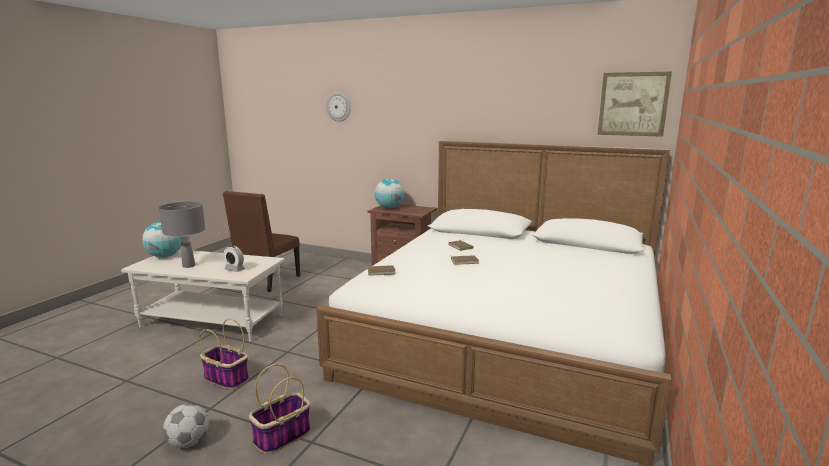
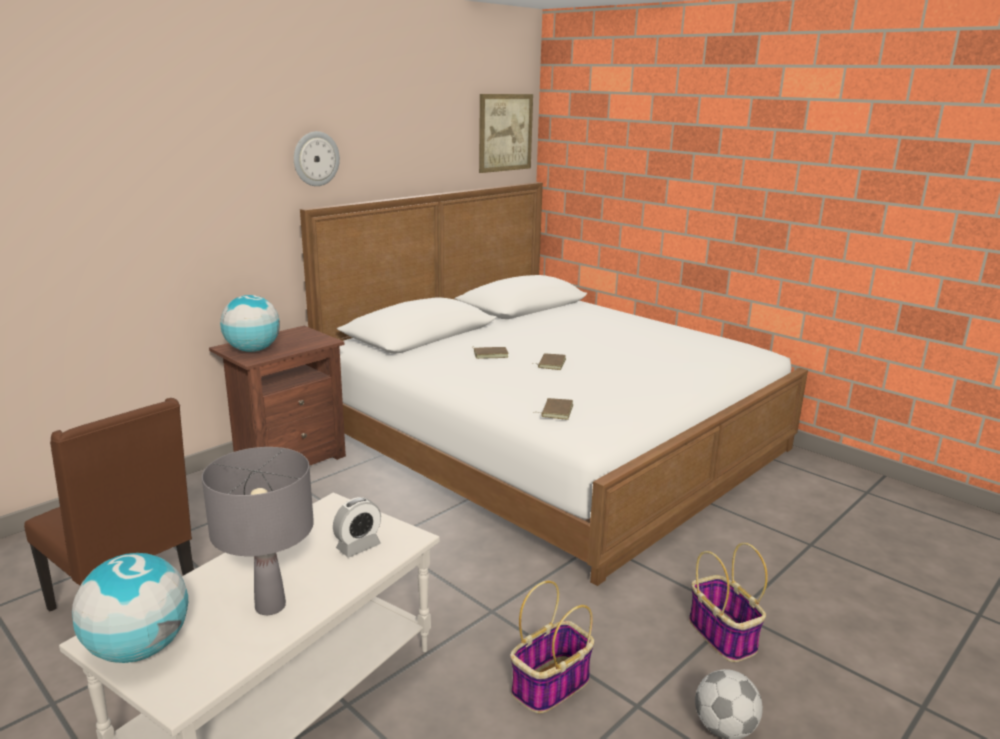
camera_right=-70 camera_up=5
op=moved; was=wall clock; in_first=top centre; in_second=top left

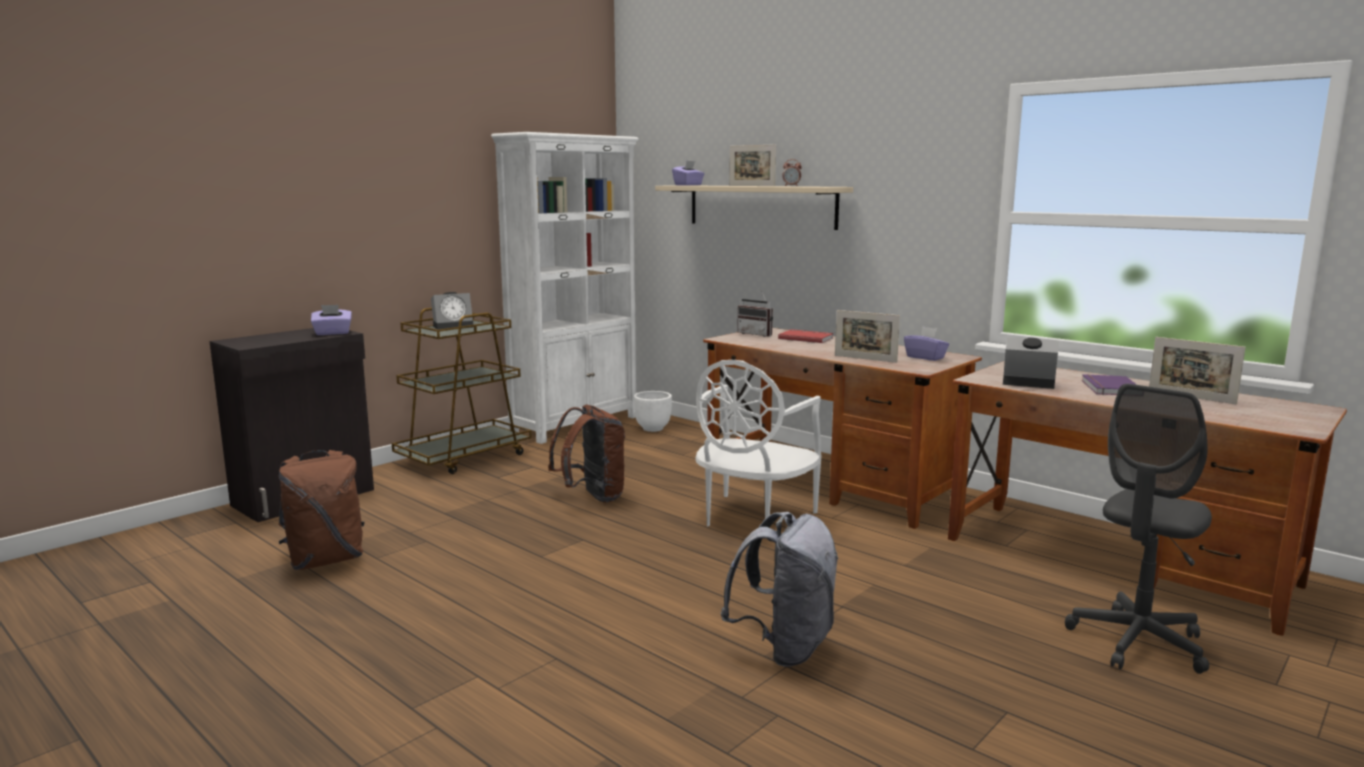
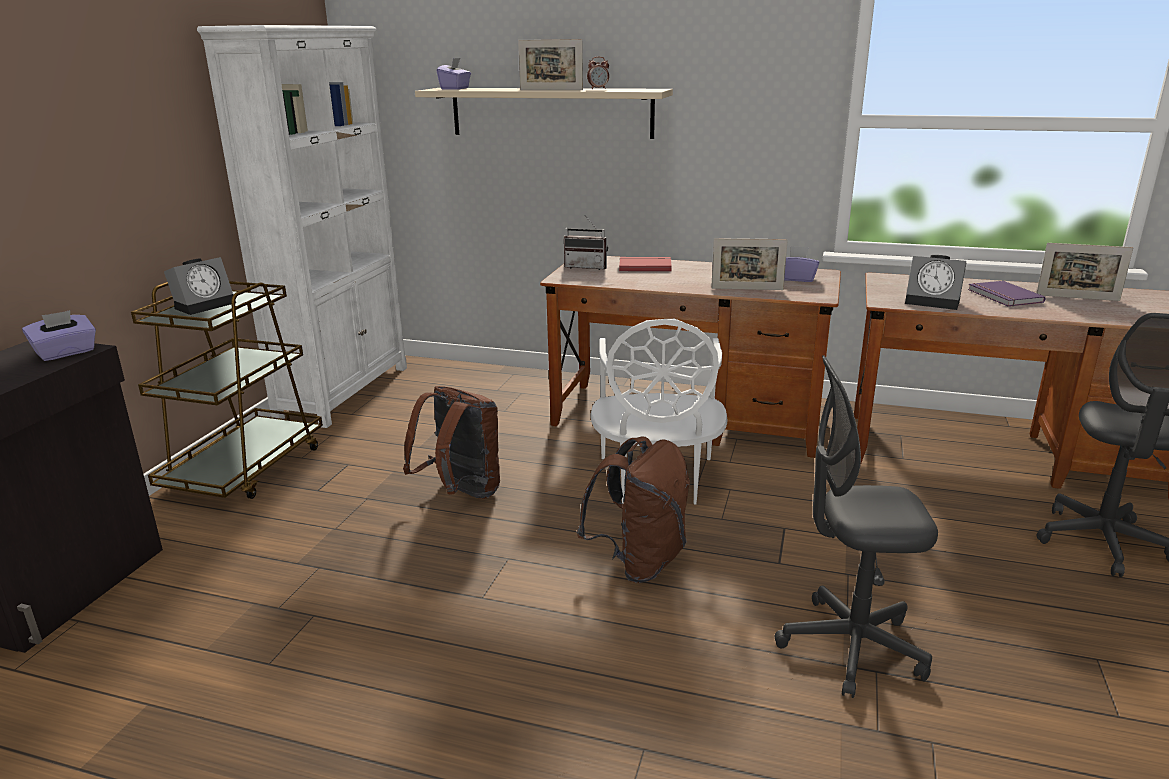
camera_right=-25 camera_up=10
op=turned; was=alarm clock (3rd from left); in_first=middle right; in_second=middle right; clockwise=-150
op=removed; was=white planter; in_first=centre
op=moved; was=brown backpack (1st from left in the first image); now=brown backpack (2nd from left); in_first=middle left; in_second=centre
op=replaced; was=grey backpack; now=grey office chair (1st from left); in_first=bottom centre; in_second=bottom right

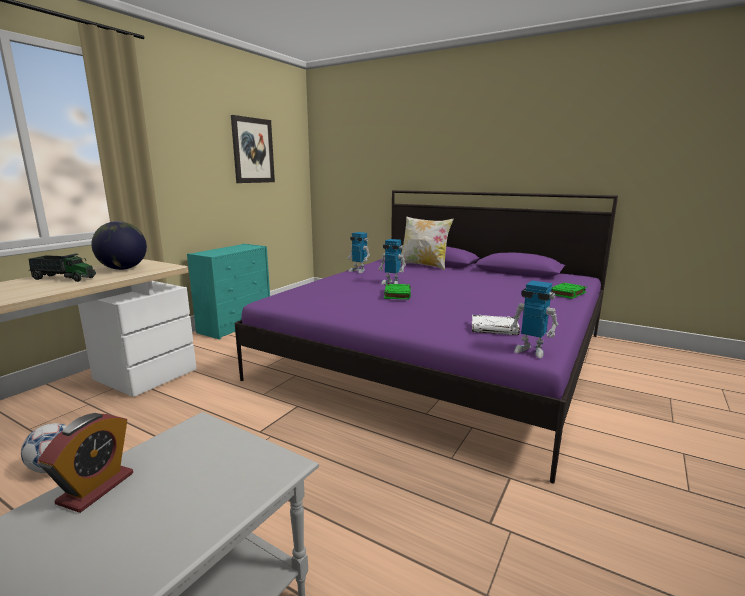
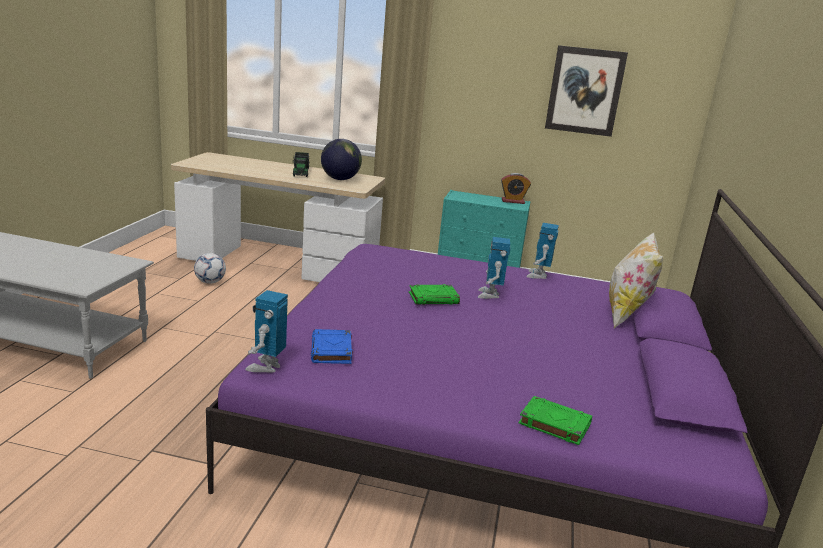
camera_right=70 camera_up=5
op=recoloured; was=white book; now=blue book; in_first=centre; in_second=centre
op=moved; was=alarm clock; in_first=bottom left; in_second=centre

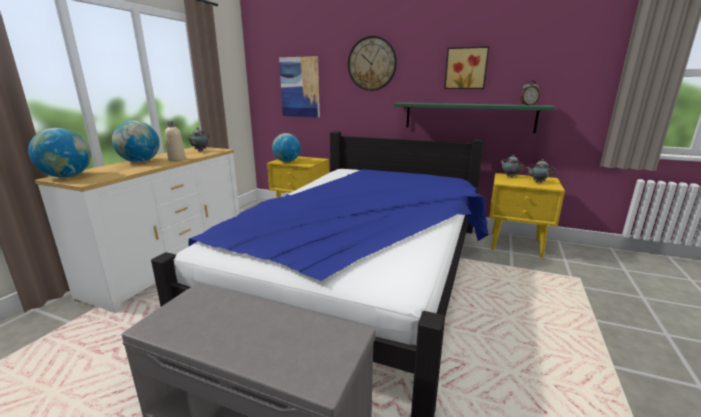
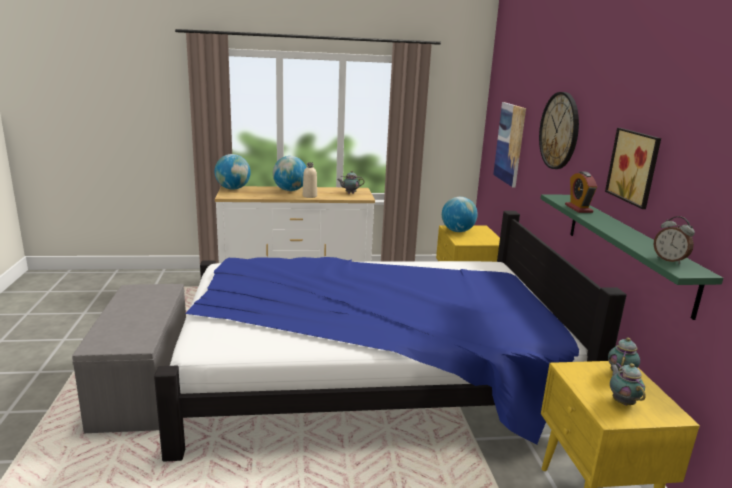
camera_right=60 camera_up=0
op=added; now=alarm clock (1st from left); in_second=middle right

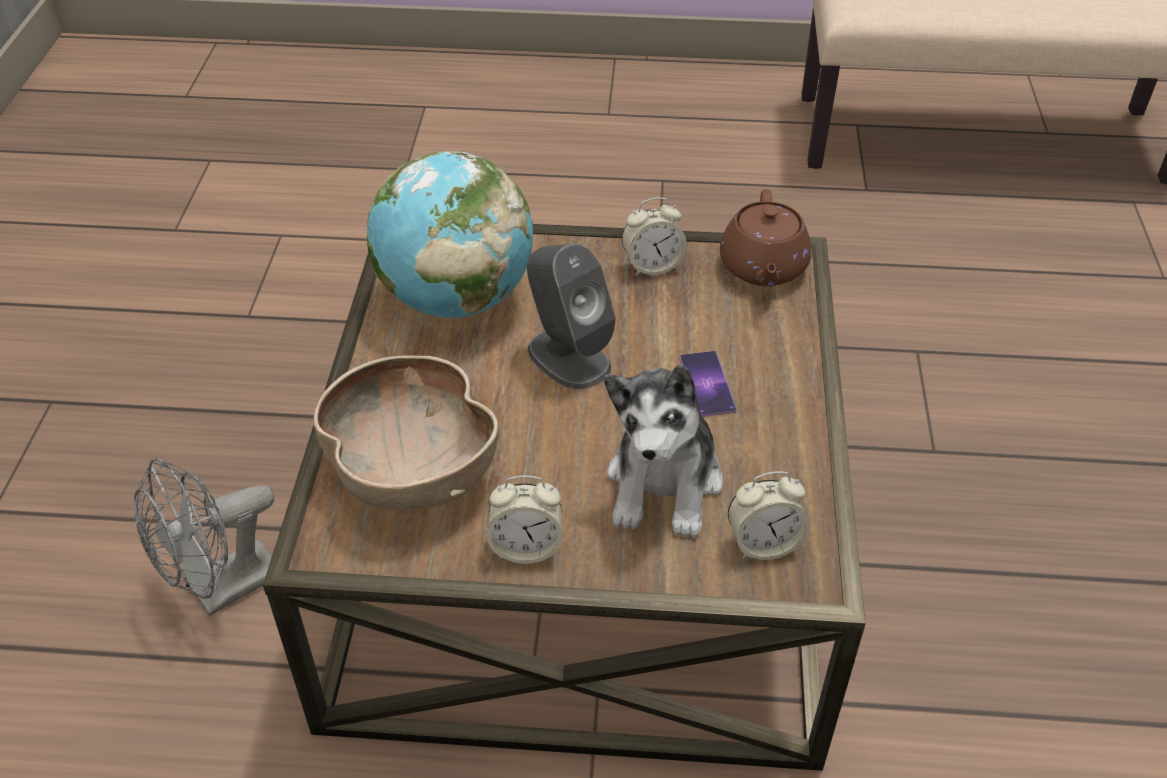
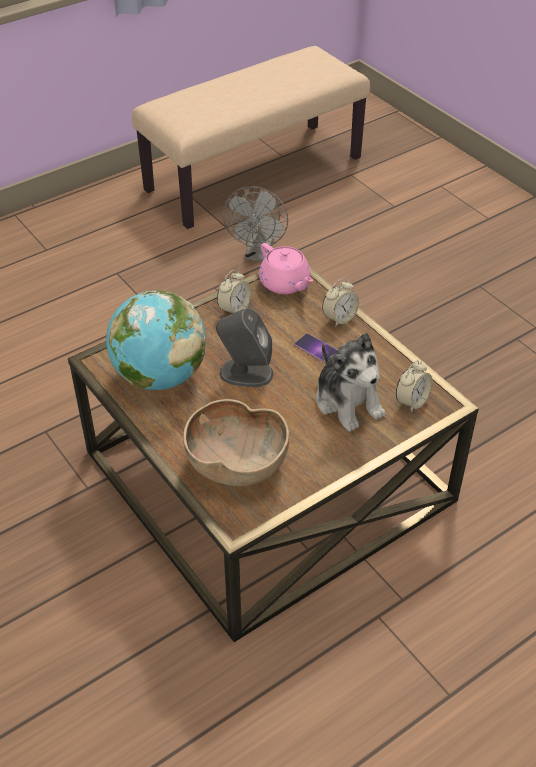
camera_right=-40 camera_up=0
op=recoloured; was=brown teapot; now=pink teapot; in_first=top centre; in_second=centre
op=moved; was=grey fan; in_first=bottom left; in_second=top centre
op=moved; was=alarm clock (1st from left in the first image); now=alarm clock (2nd from left); in_first=bottom centre; in_second=centre

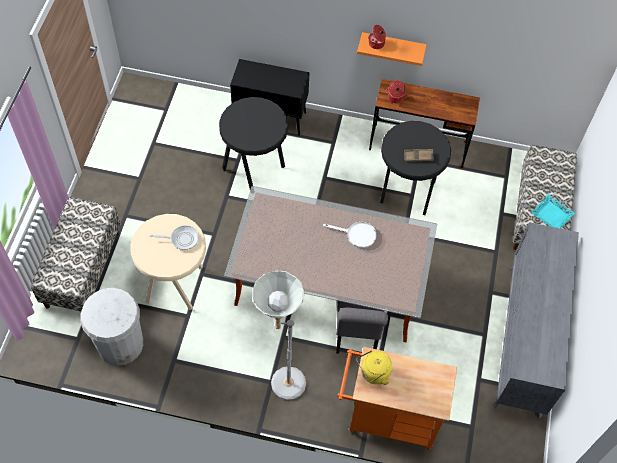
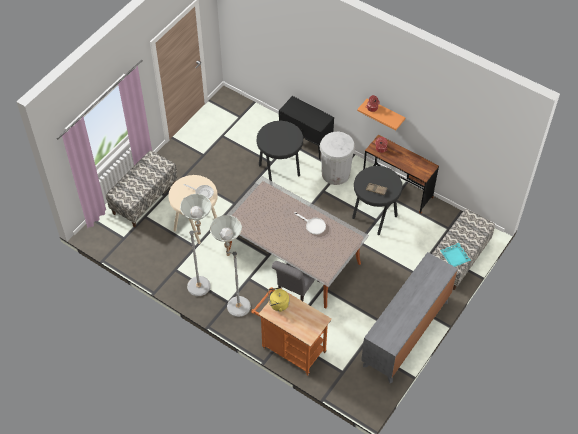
camera_right=25 camera_up=-5
op=moved; was=white trash can; in_first=bottom left; in_second=centre
op=added; now=grey floor lamp (1st from left); in_second=centre

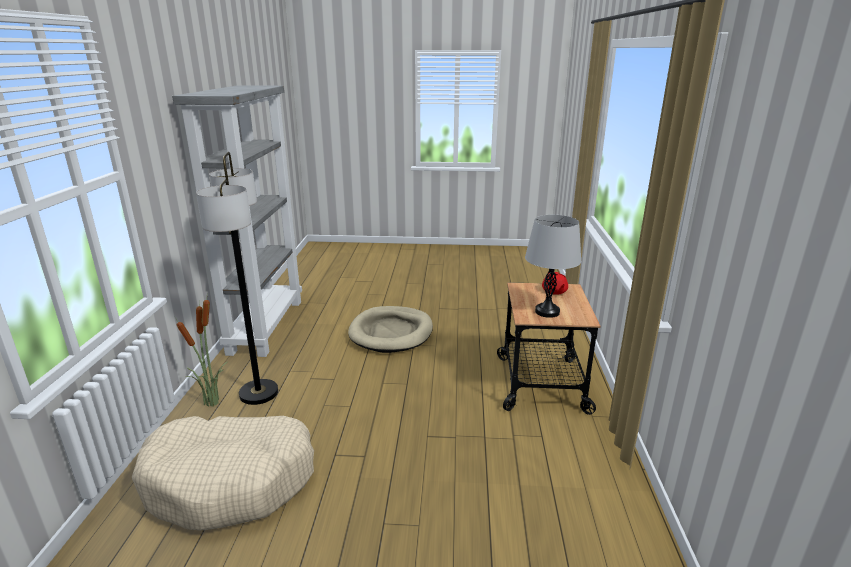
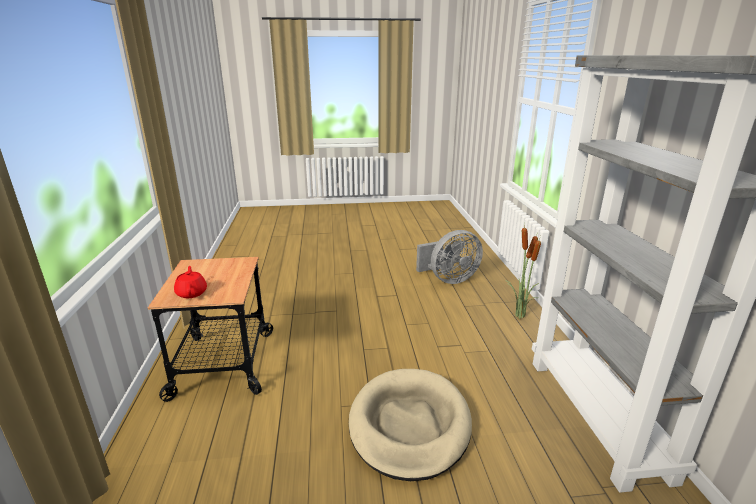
camera_right=170 camera_up=0
op=removed; was=floor lamp; in_first=middle left
op=removed; was=grey table lamp; in_first=centre
op=replaced; was=beige dog bed (1st from left); now=grey fan; in_first=bottom left; in_second=centre

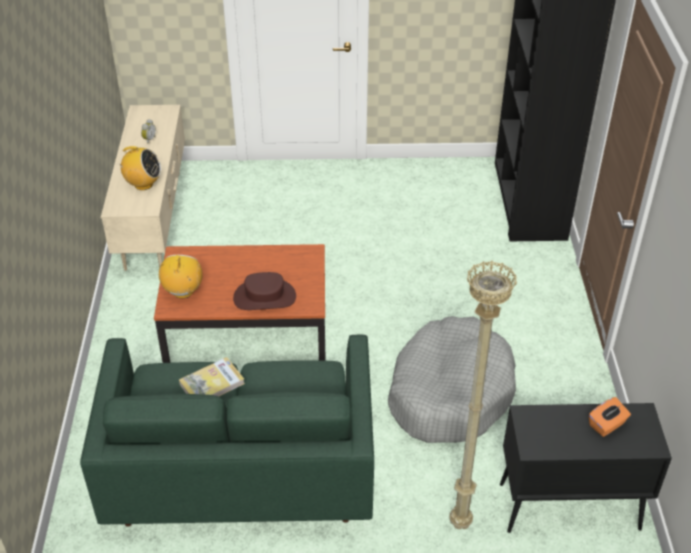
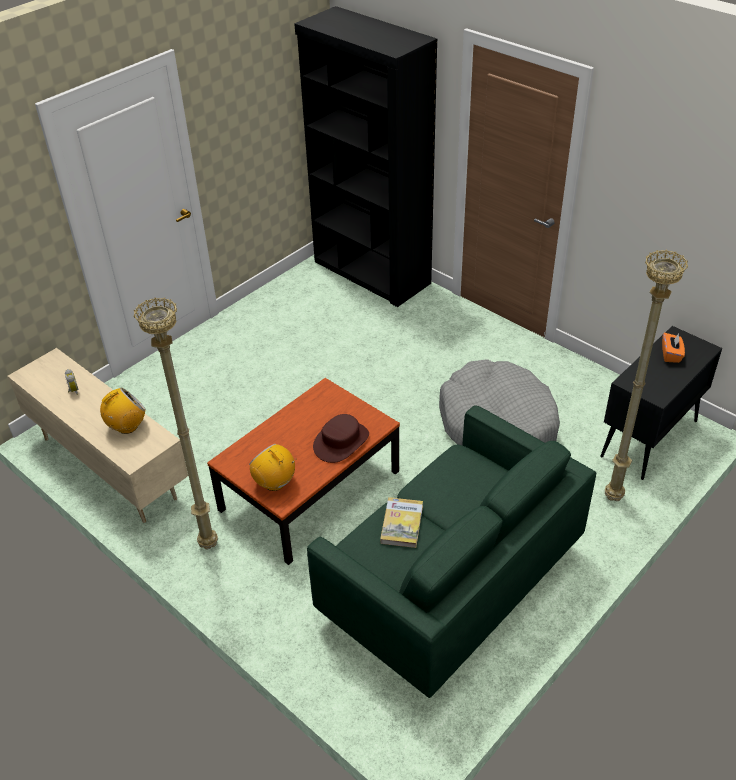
camera_right=-45 camera_up=0
op=added; now=beige floor lamp (1st from left); in_second=middle left

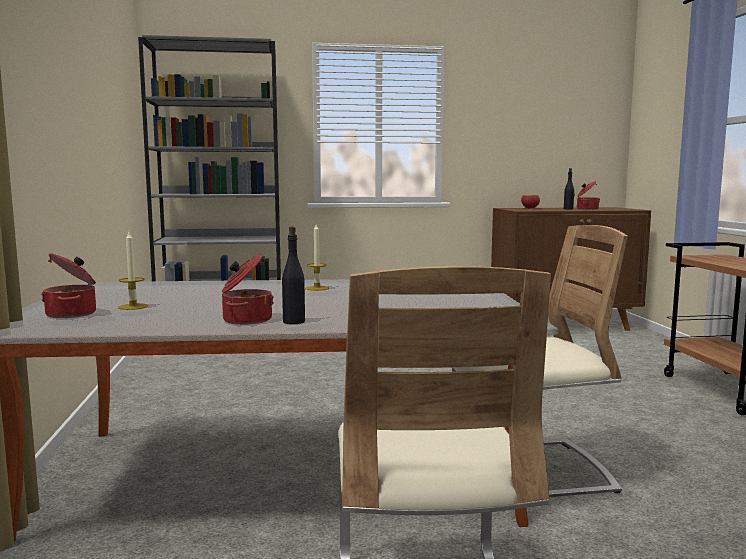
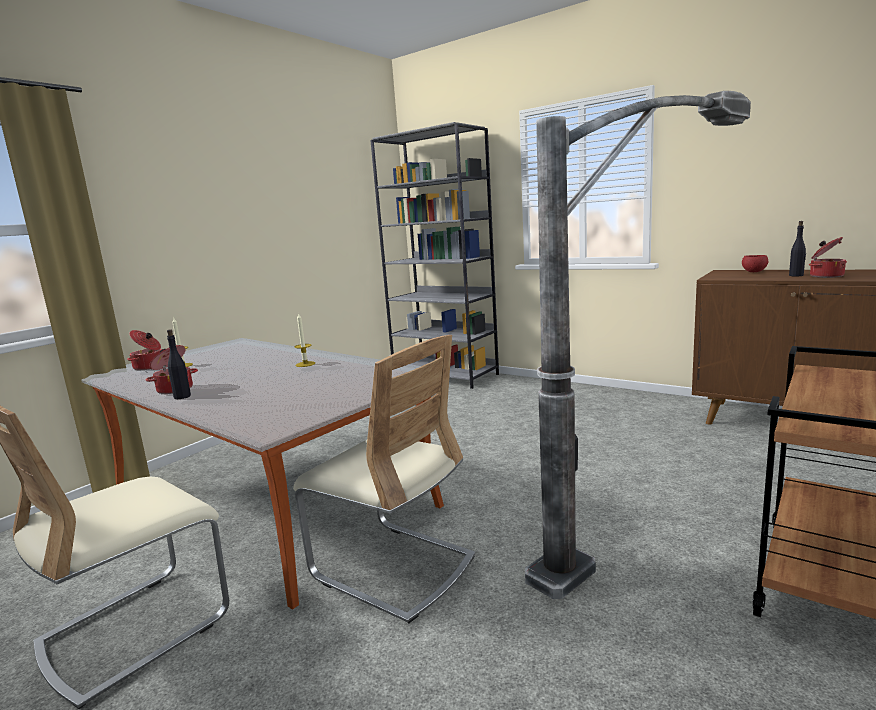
camera_right=45 camera_up=5
op=added; now=floor lamp; in_second=middle right

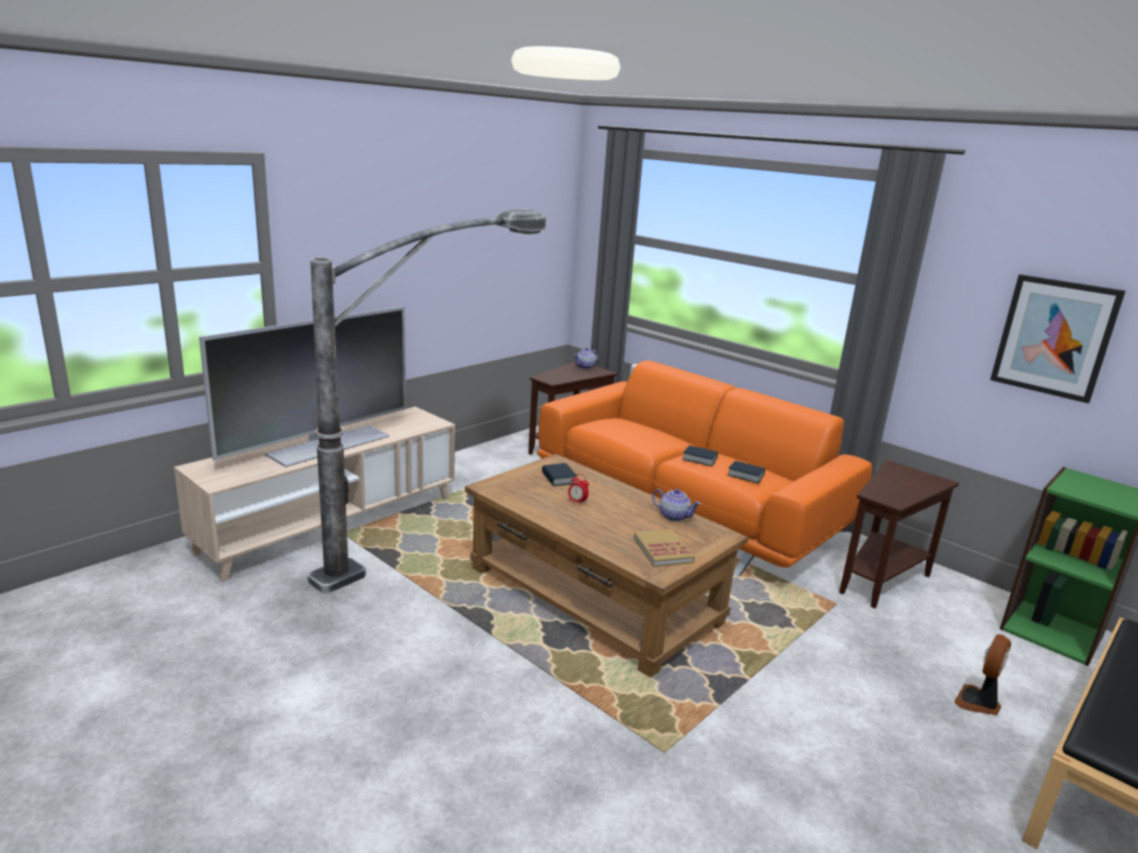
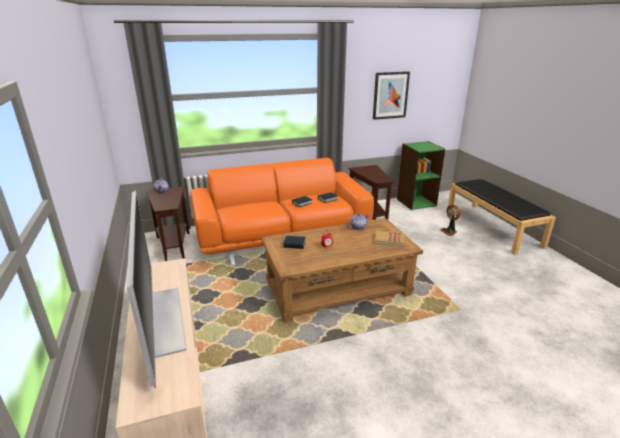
camera_right=-60 camera_up=5
op=removed; was=floor lamp; in_first=centre

